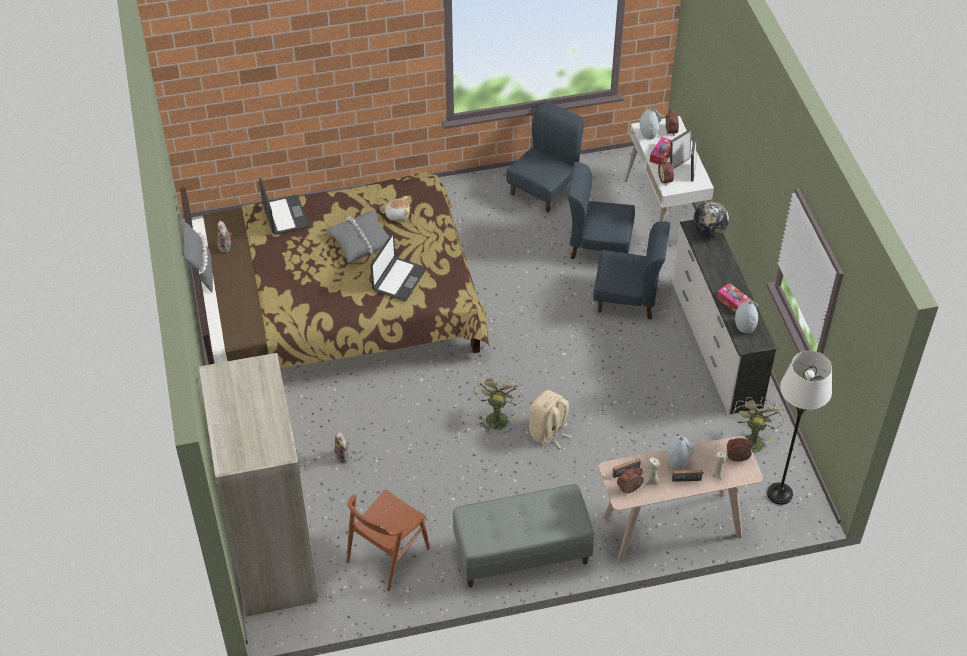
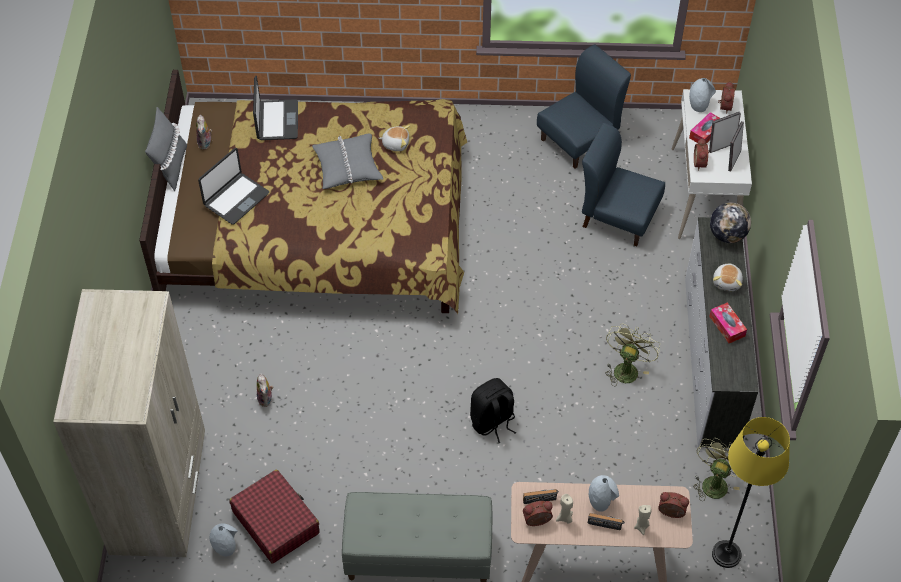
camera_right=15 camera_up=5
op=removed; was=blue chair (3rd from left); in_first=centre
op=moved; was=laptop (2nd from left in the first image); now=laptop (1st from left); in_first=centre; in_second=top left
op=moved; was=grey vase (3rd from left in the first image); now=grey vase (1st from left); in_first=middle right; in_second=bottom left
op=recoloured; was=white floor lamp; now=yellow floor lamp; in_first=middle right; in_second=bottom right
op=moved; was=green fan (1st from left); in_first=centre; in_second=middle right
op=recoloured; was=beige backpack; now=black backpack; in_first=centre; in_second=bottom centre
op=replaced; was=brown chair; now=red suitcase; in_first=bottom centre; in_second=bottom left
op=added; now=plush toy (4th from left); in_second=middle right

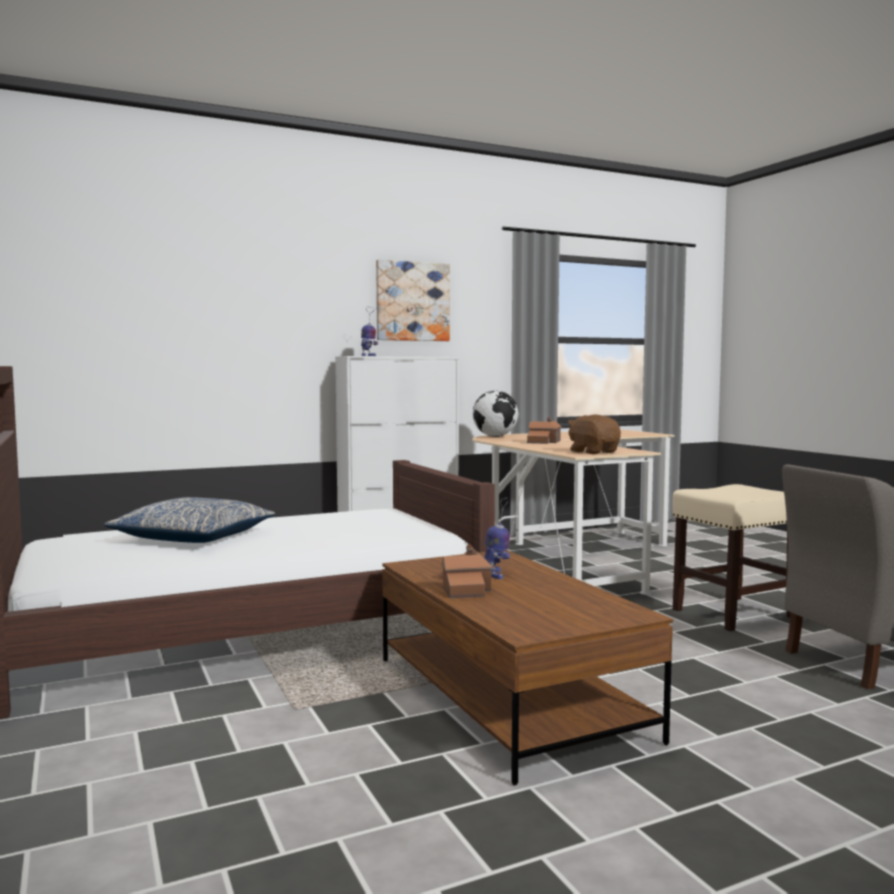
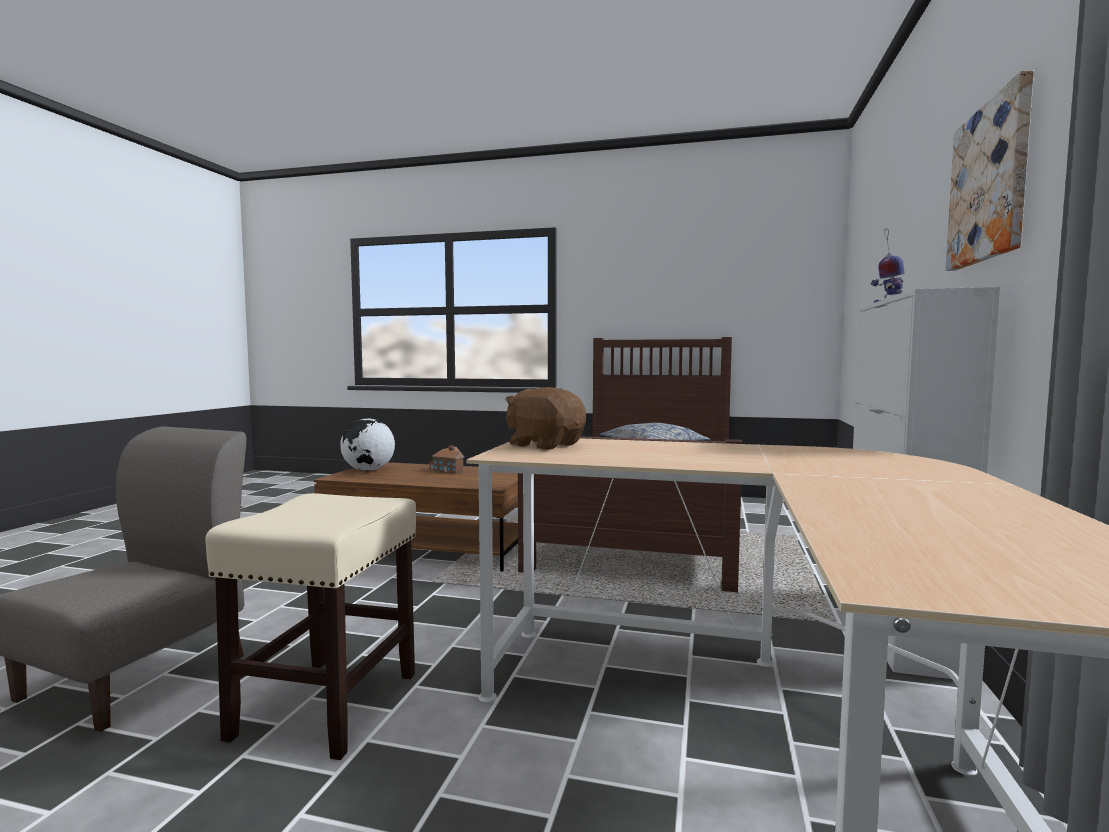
camera_right=130 camera_up=0
op=moved; was=globe; in_first=centre; in_second=middle left
op=turned; was=brown plush toy; in_first=centre; in_second=centre; clockwise=-150
op=removed; was=toy house (2nd from left); in_first=centre
op=removed; was=toy robot (2nd from left); in_first=centre

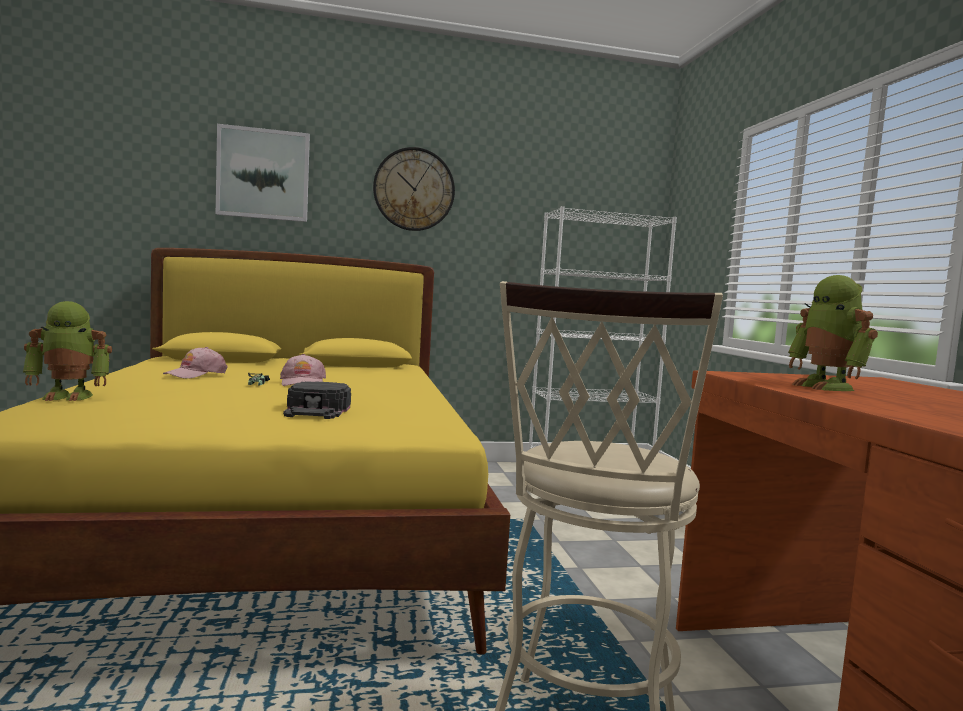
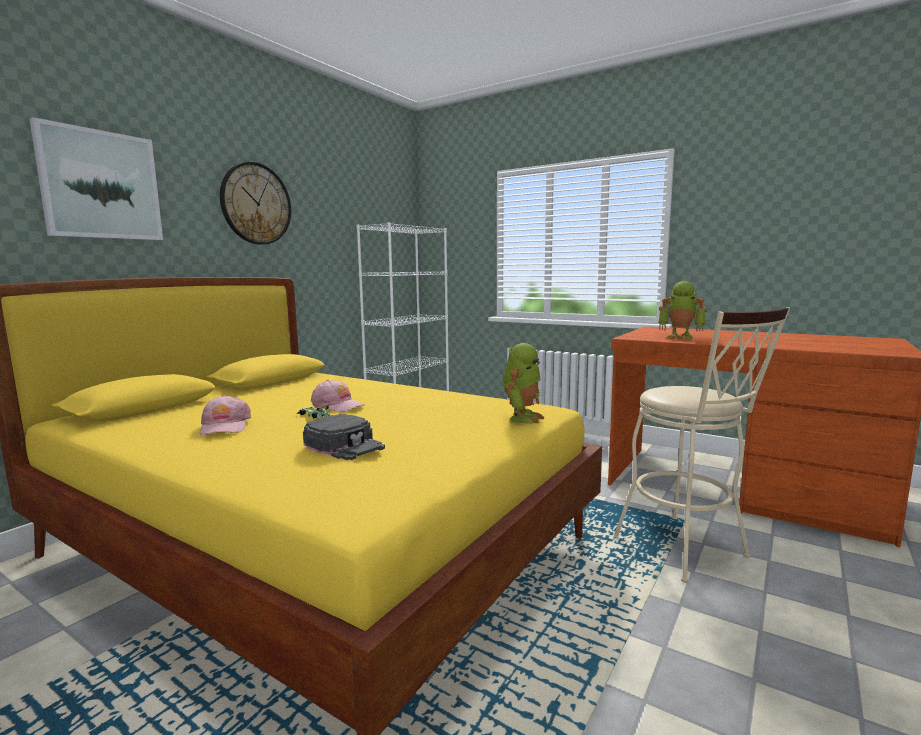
camera_right=-45 camera_up=5
op=moved; was=toy robot (1st from left); in_first=middle left; in_second=centre
op=moved; was=black cap; in_first=middle left; in_second=centre

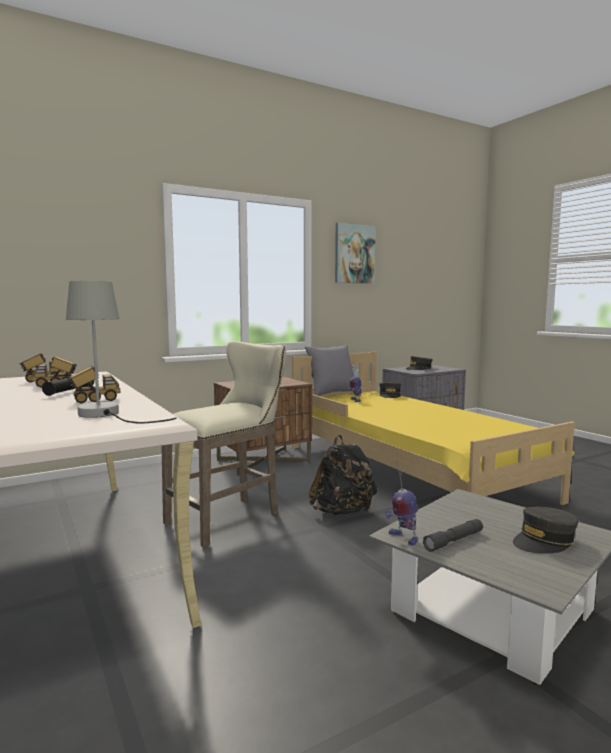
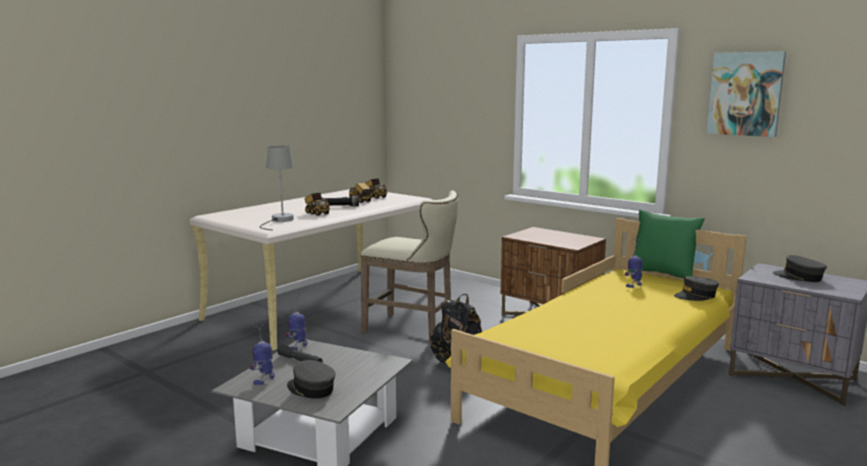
camera_right=70 camera_up=5
op=recoloured; was=grey pillow; now=green pillow; in_first=centre; in_second=middle right
op=added; now=toy robot (1st from left); in_second=bottom left

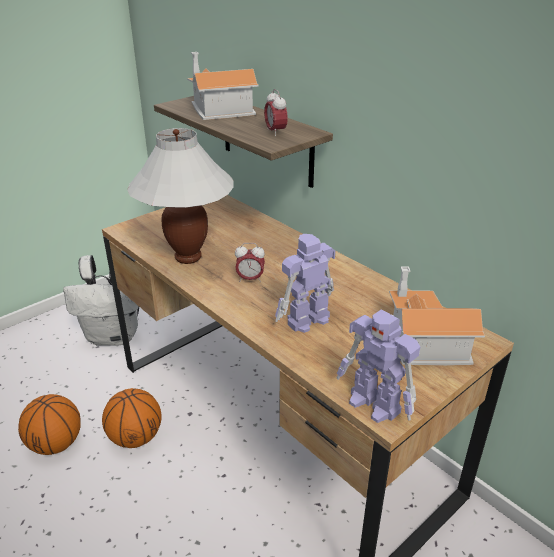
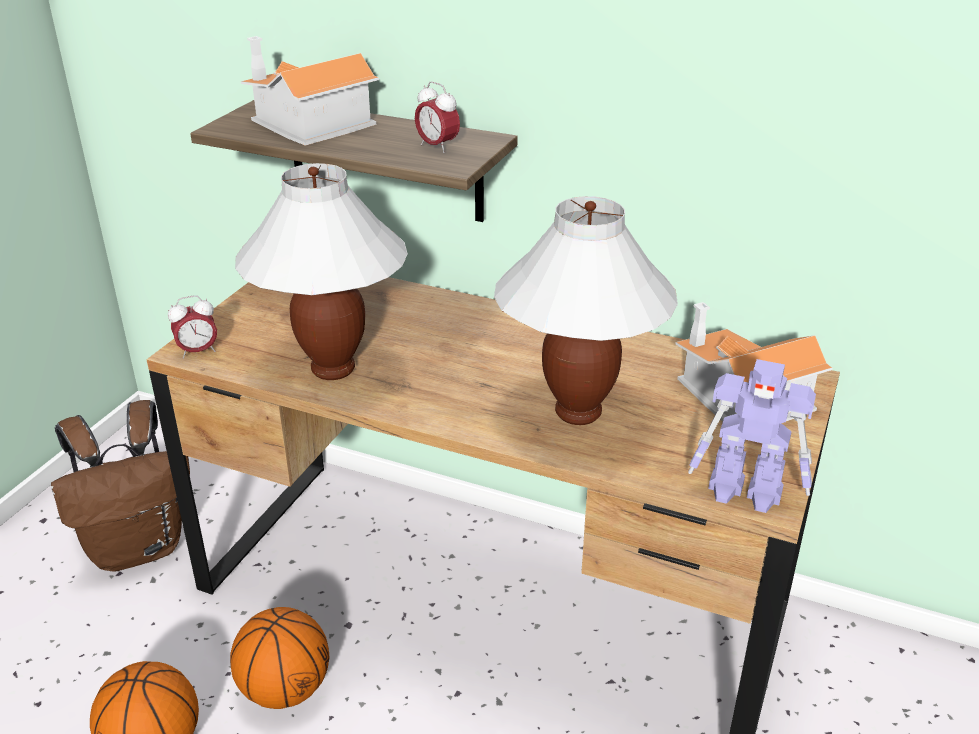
camera_right=-25 camera_up=0
op=replaced; was=toy robot (1st from left); now=white table lamp (2nd from left); in_first=centre; in_second=centre
op=moved; was=alarm clock (1st from left); in_first=centre; in_second=middle left
op=recoloured; was=white backpack; now=brown backpack; in_first=middle left; in_second=middle left

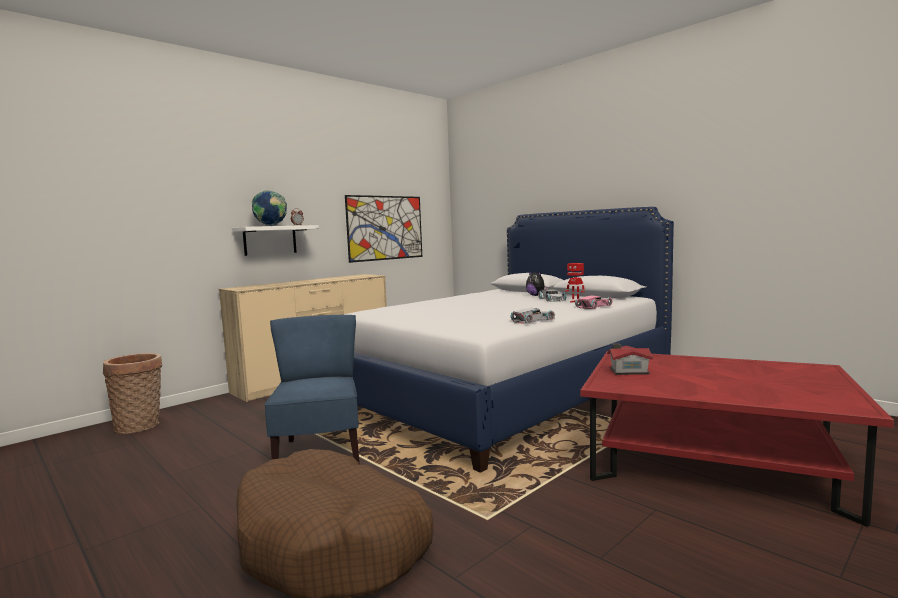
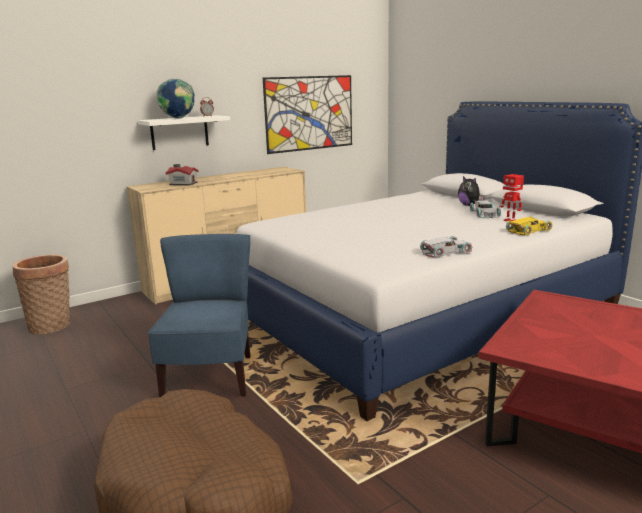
camera_right=10 camera_up=10
op=recoloured; was=pink toy car; now=yellow toy car; in_first=centre; in_second=middle right
op=moved; was=toy house; in_first=middle right; in_second=middle left

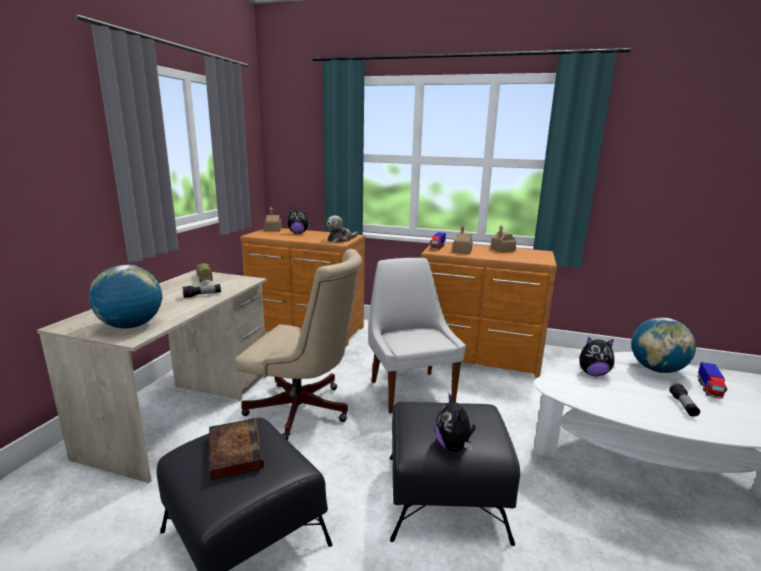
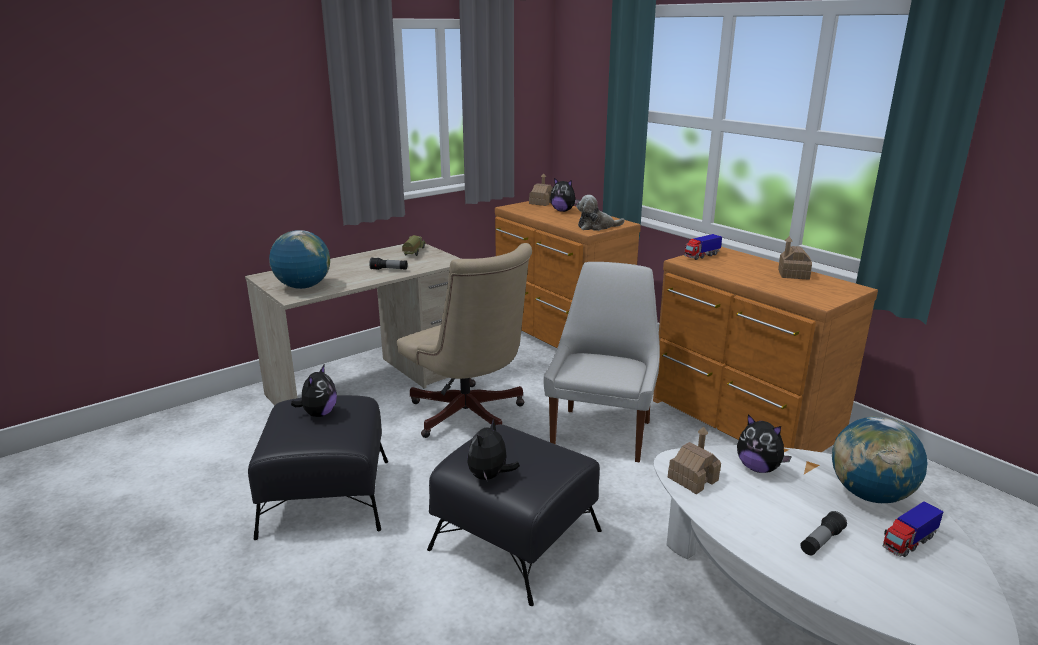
camera_right=35 camera_up=5
op=moved; was=toy house (2nd from left); in_first=centre; in_second=bottom right
op=replaced; was=book; now=plush toy (1st from left); in_first=bottom left; in_second=middle left

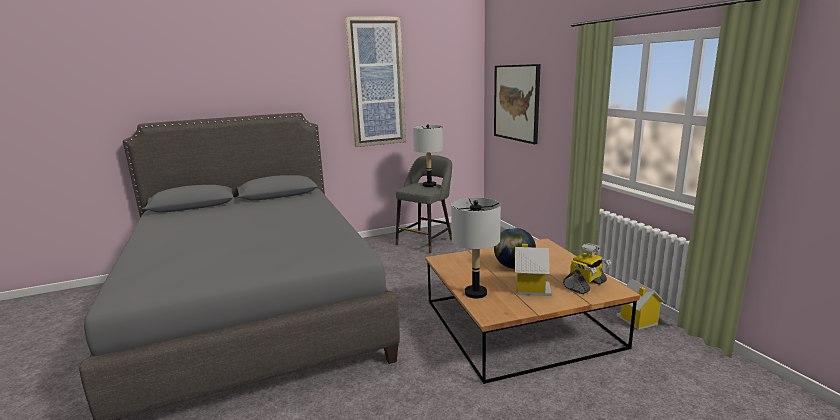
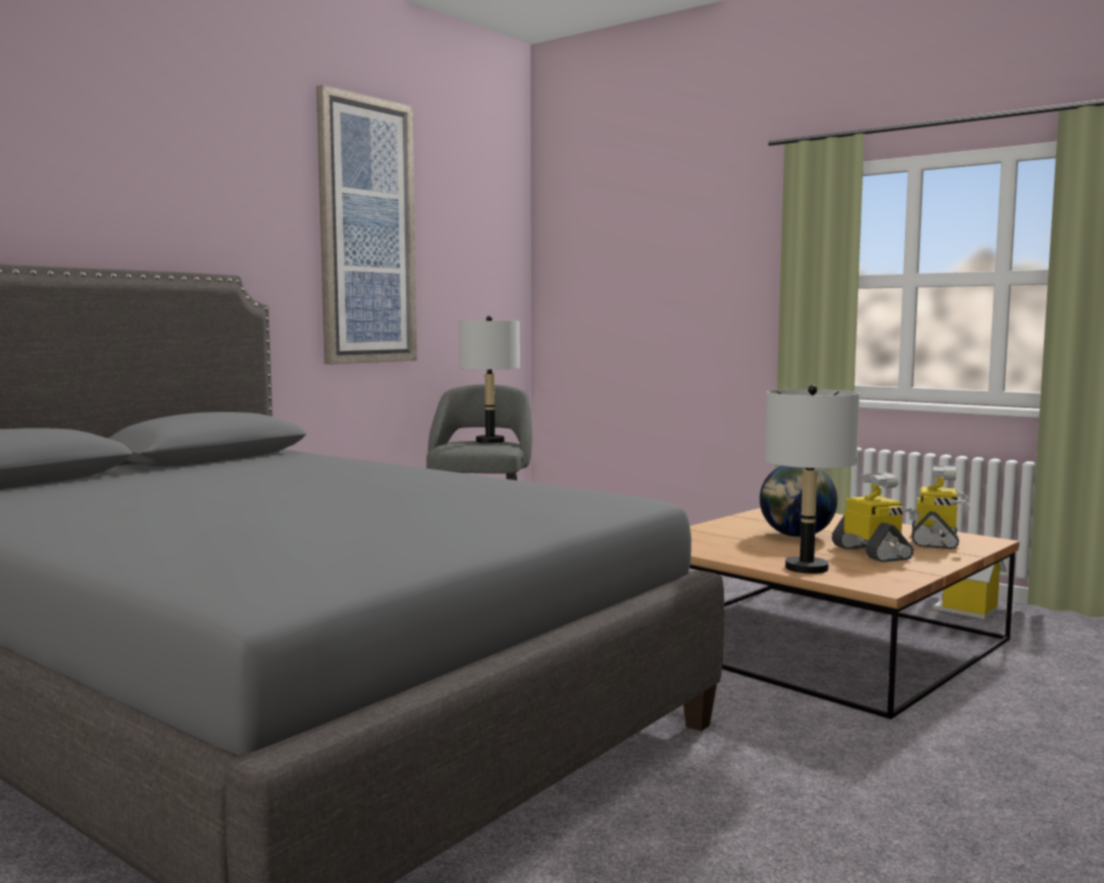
camera_right=-30 camera_up=-10
op=removed; was=picture (2nd from left); in_first=top centre
op=replaced; was=toy house (1st from left); now=toy robot (1st from left); in_first=centre; in_second=middle right

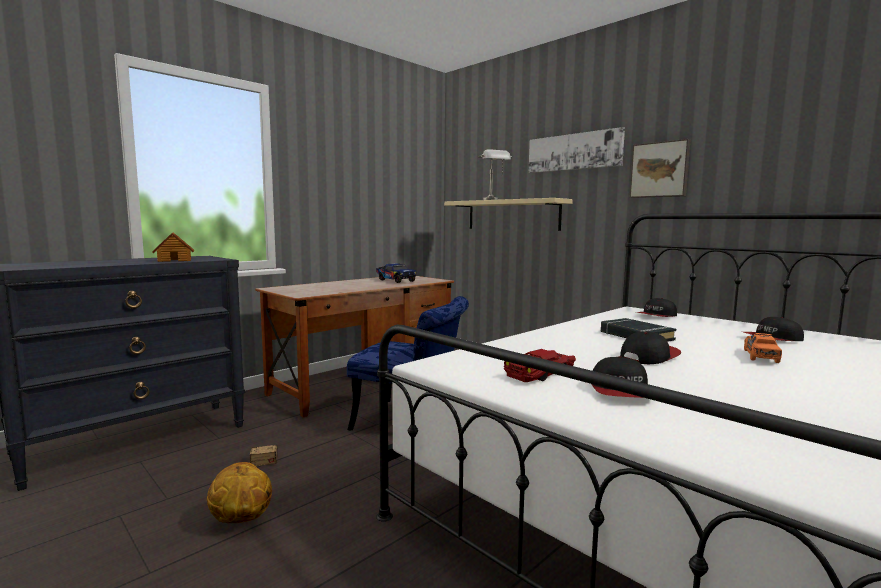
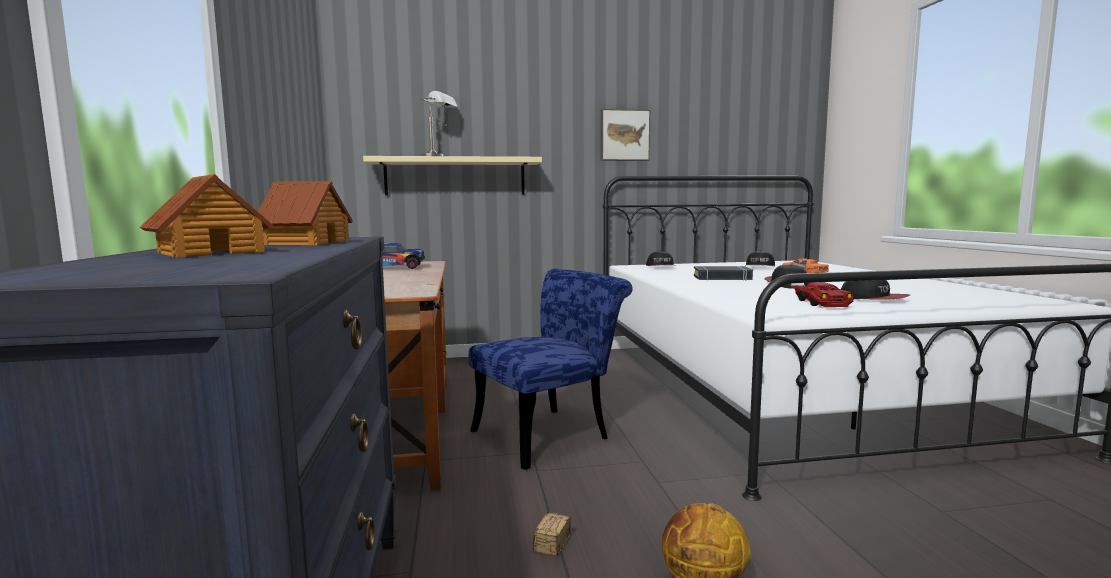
camera_right=-55 camera_up=0
op=removed; was=picture (1st from left); in_first=top centre
op=added; now=toy house (1st from left); in_second=middle left

